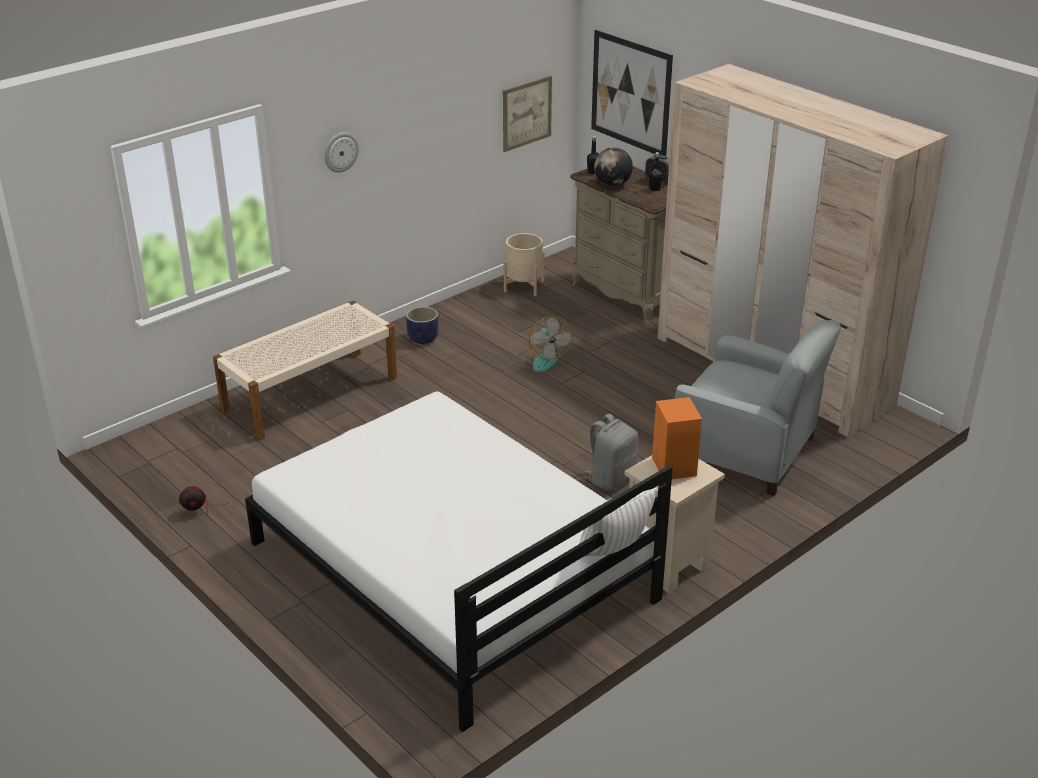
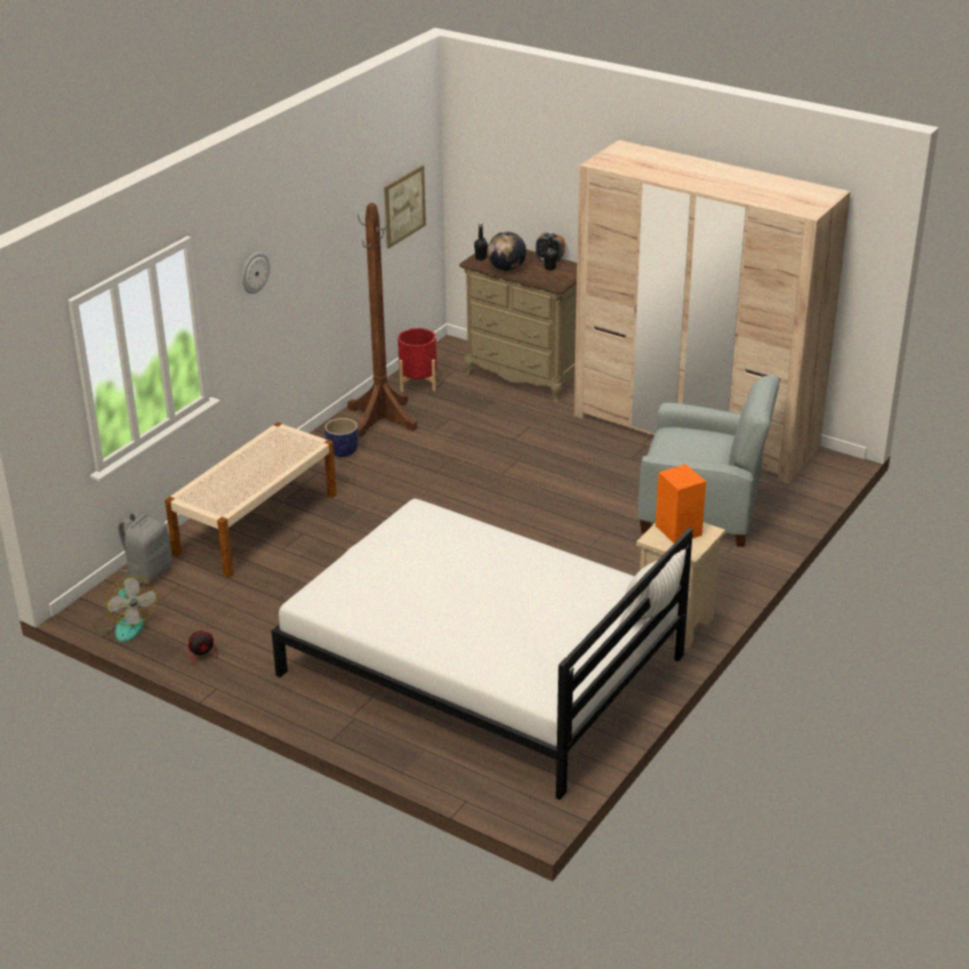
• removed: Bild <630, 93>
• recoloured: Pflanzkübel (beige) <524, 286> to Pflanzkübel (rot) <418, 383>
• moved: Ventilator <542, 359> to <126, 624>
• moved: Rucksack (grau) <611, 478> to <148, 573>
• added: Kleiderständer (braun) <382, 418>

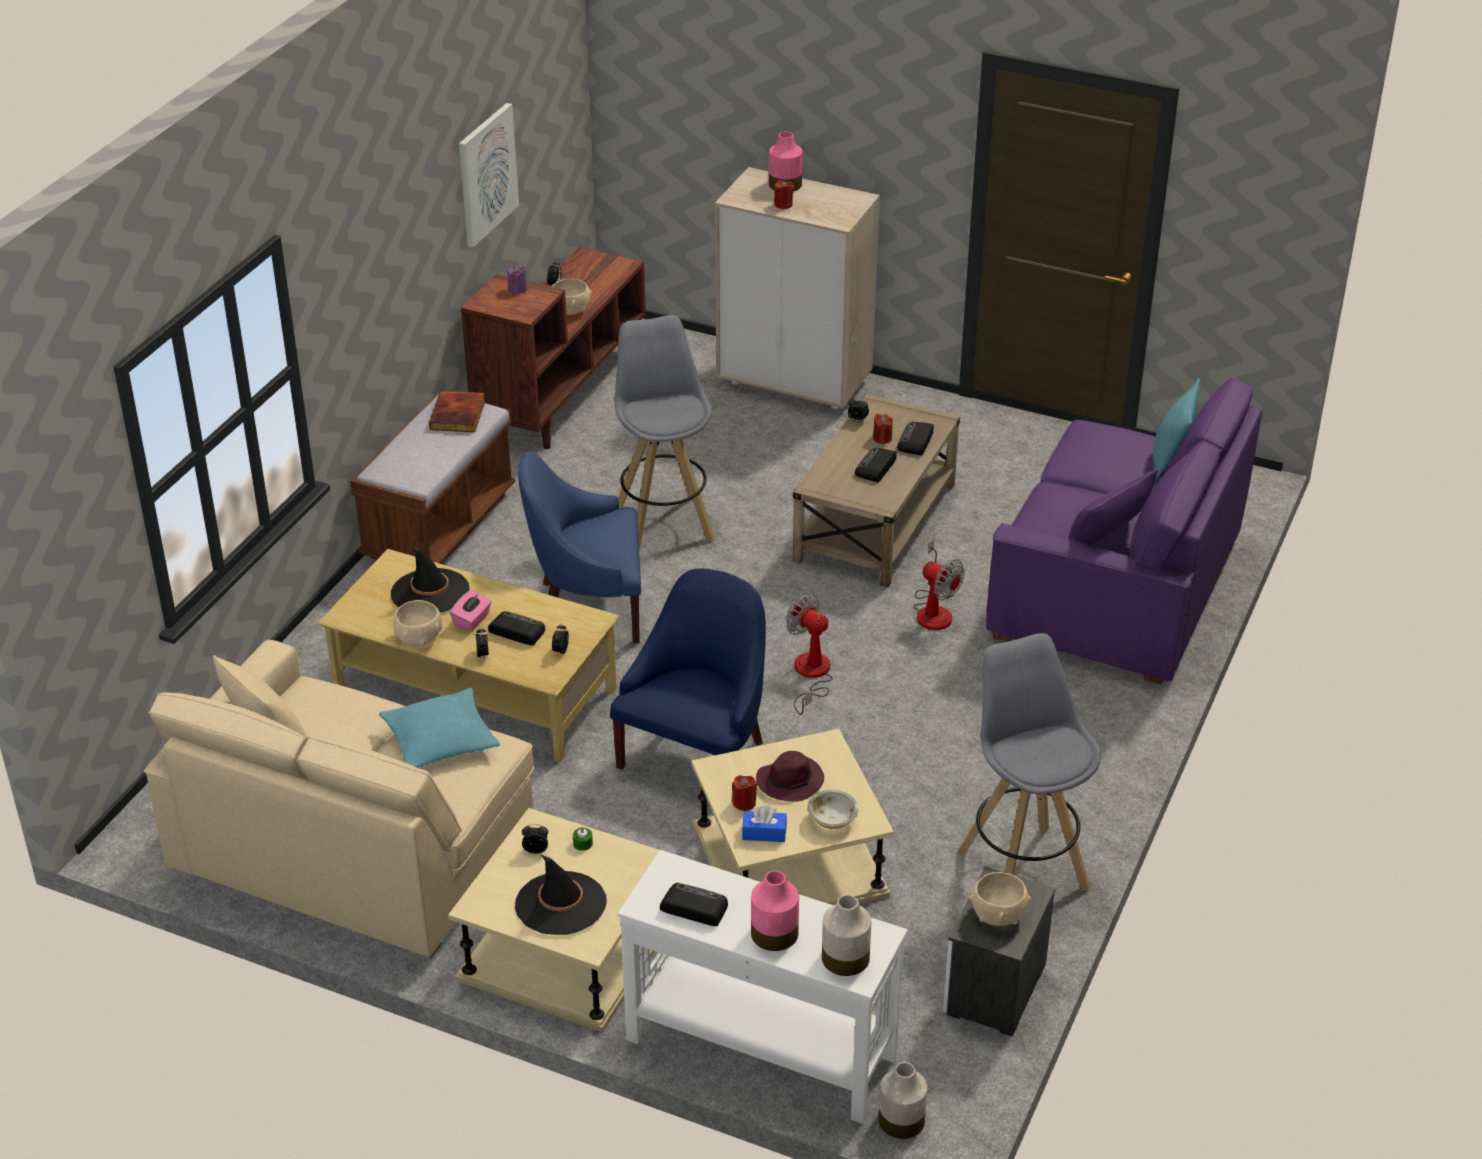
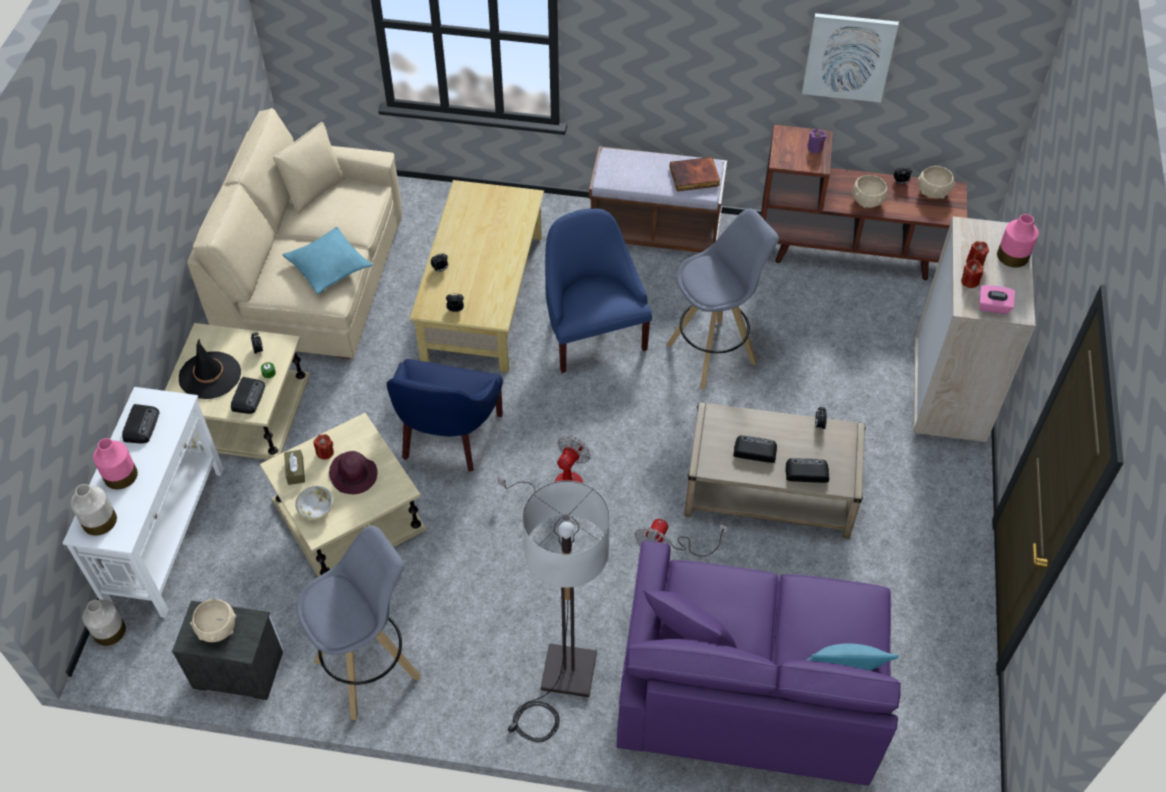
• moved: Kerze (rot) <882, 438> to <969, 281>
• removed: Hut (schwarz) <430, 592>
• turned: Sessel (blau) <698, 755> = <447, 436> 90 degrees clockwise
• moved: Taschentuchbox (rosa) <472, 620> to <993, 307>
• moved: Schüssel (beige) <419, 637> to <933, 192>
• moved: Radio <516, 631> to <248, 397>
• recoloured: Taschentuchbox (blau) <764, 833> to Taschentuchbox (braun) <295, 471>
• added: Stehlampe <559, 686>

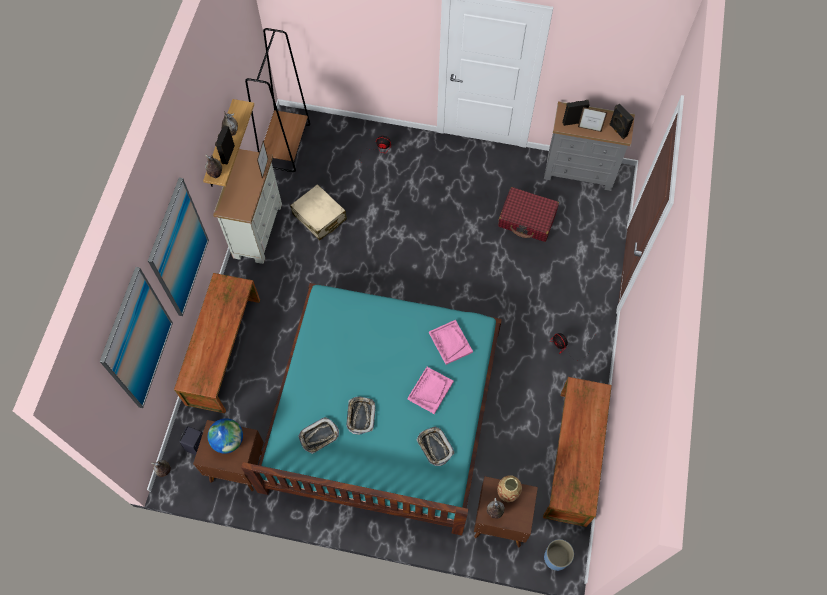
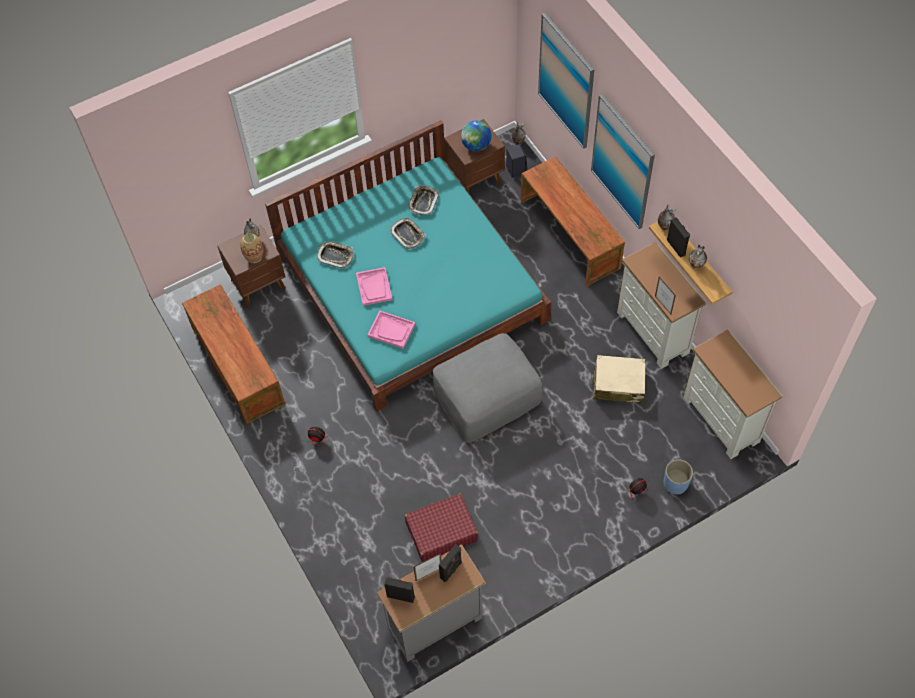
• replaced: Kleiderständer <286, 146> to Kommode (weiß) <720, 420>
• moved: Pflanzkübel (blau) <556, 558> to <675, 483>
• added: Polsterhocker (grau) <487, 396>

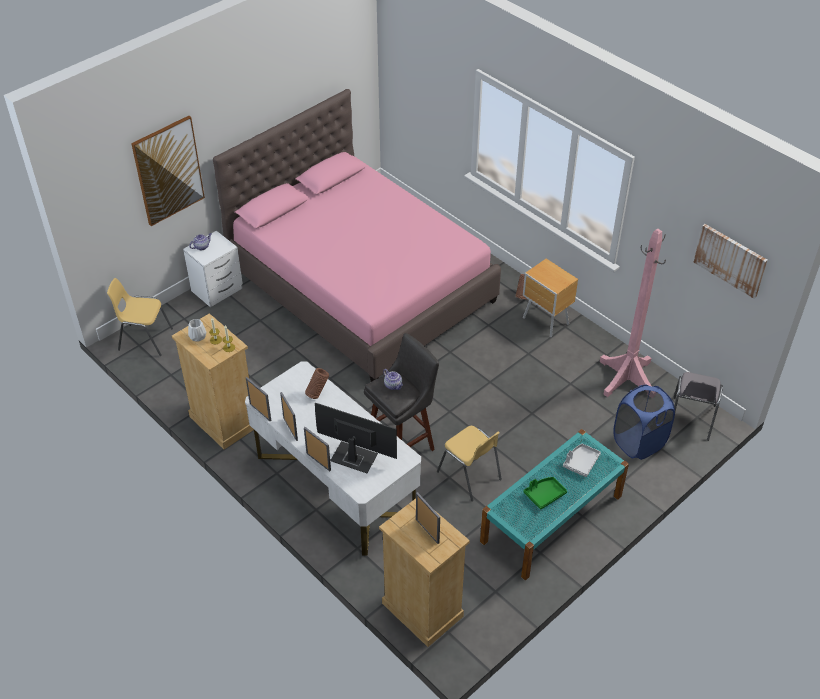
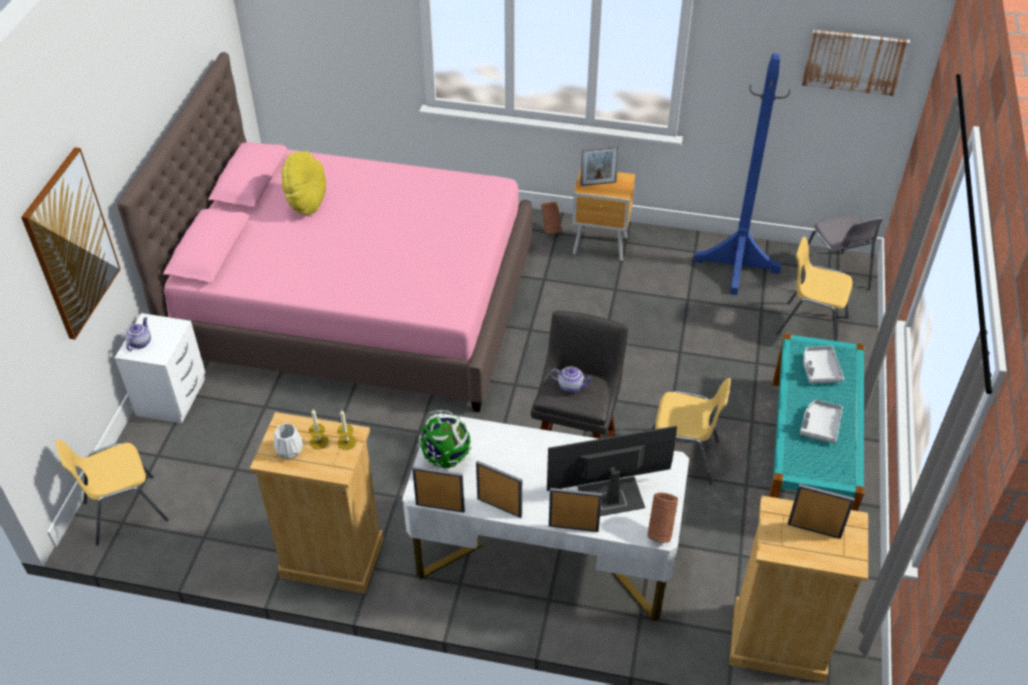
• recoloured: Kleiderständer (rosa) <627, 378> to Kleiderständer (blau) <736, 265>
• moved: Vase (braun) <317, 393> to <660, 531>
• replaced: Wäschekorb (blau) <638, 442> to Stuhl (gelb) <811, 326>
• recoloured: Tablett (grün) <544, 495> to Tablett (grau) <820, 425>
• added: Bilderrahmen <598, 183>
• added: Kissen (gelb) <307, 204>
• added: Globus <445, 457>

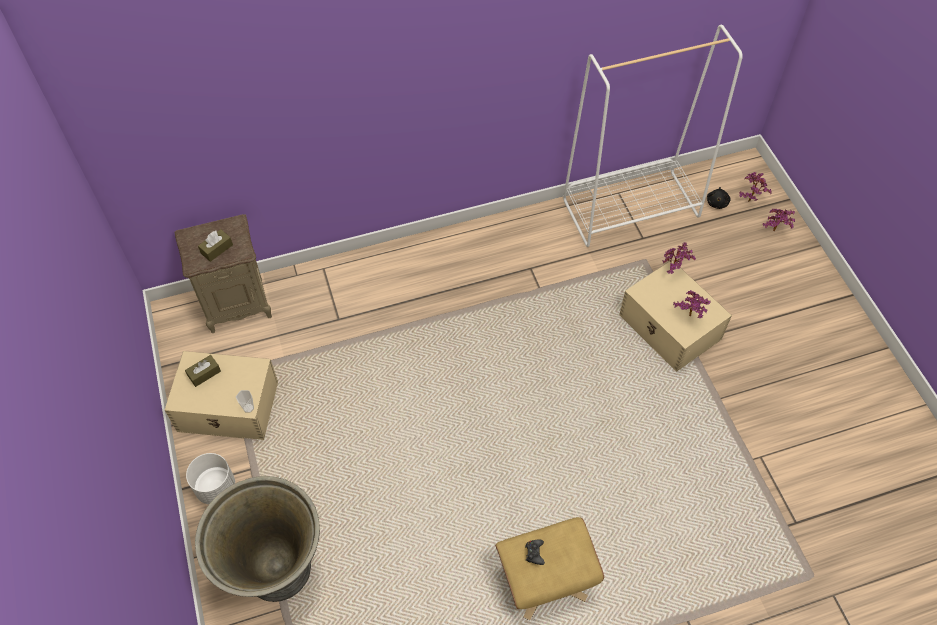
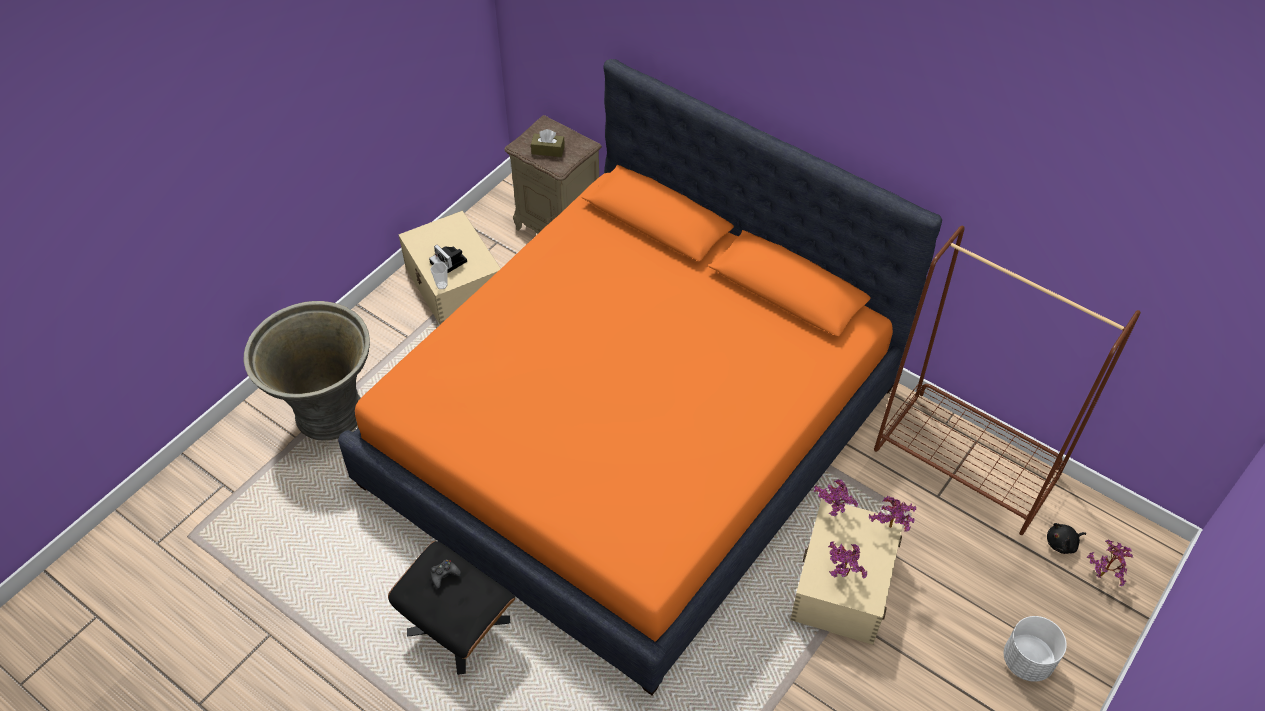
• recoloured: Kleiderständer (weiß) <630, 209> to Kleiderständer (braun) <966, 463>
• moved: Topfpflanze <774, 232> to <833, 514>
• removed: Taschentuchbox (braun) <204, 374>
• moved: Pflanzkübel (weiß) <216, 487> to <1027, 660>
• recoloured: Polsterhocker (beige) <545, 578> to Polsterhocker (schwarz) <459, 626>
• added: Bett (orange) <633, 434>
• added: Kamera <449, 262>

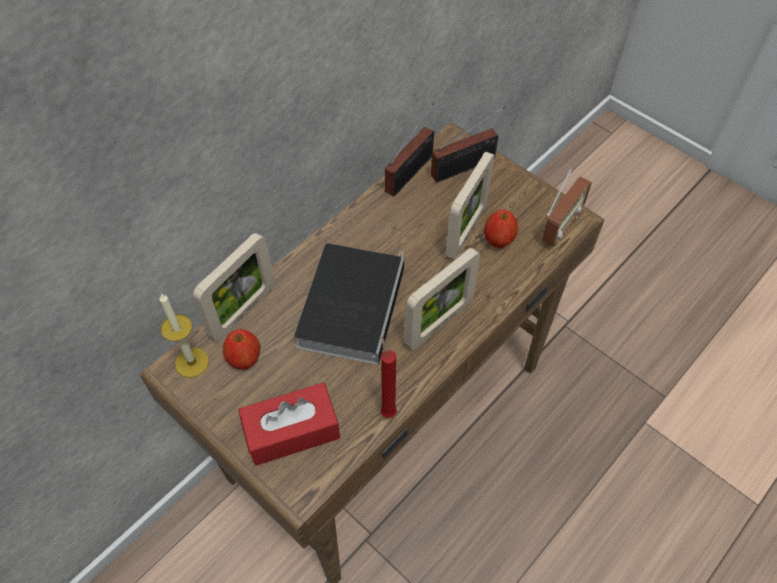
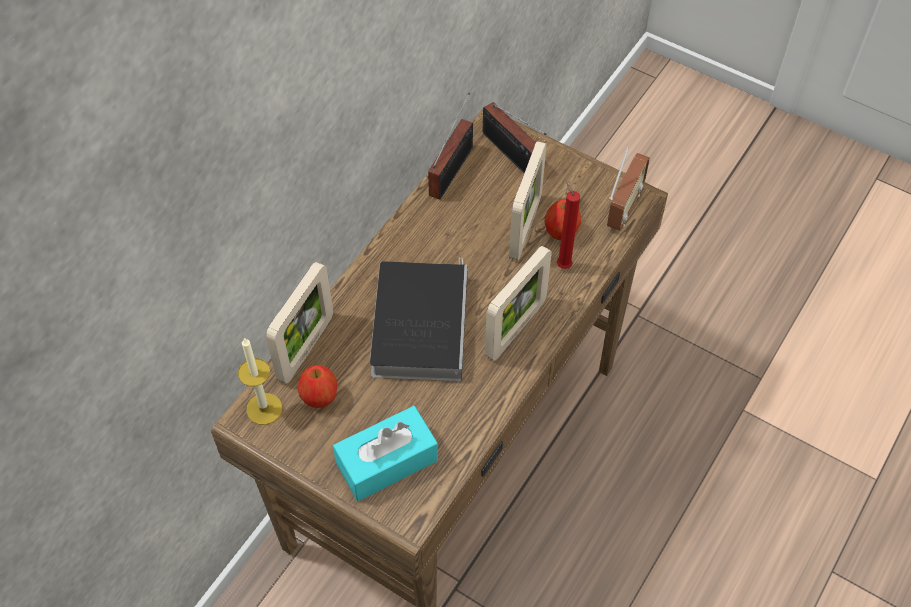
• turned: Radio <466, 166> = <512, 155> 90 degrees clockwise
• moved: Kerze (rot) <387, 411> to <562, 264>
• recoloured: Taschentuchbox (rot) <292, 431> to Taschentuchbox (türkis) <387, 462>

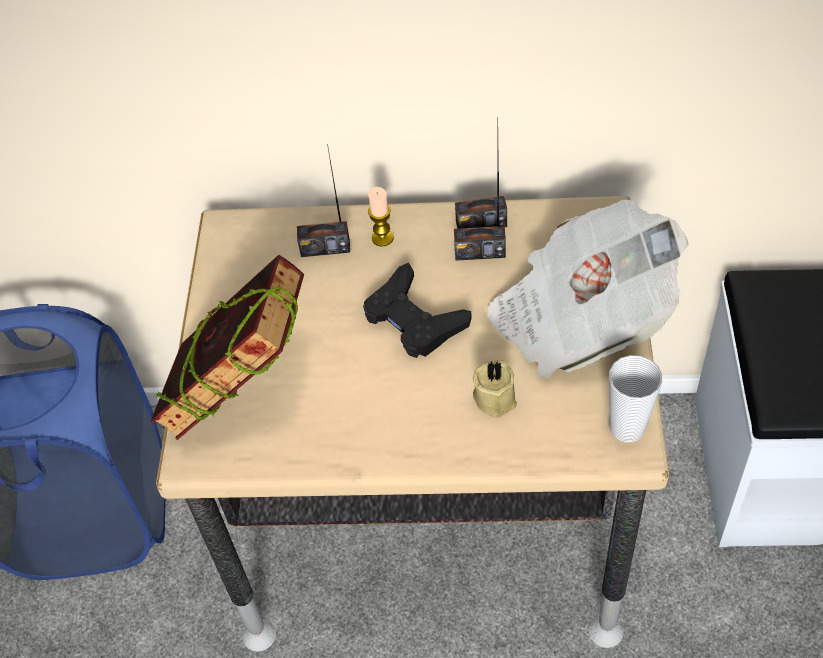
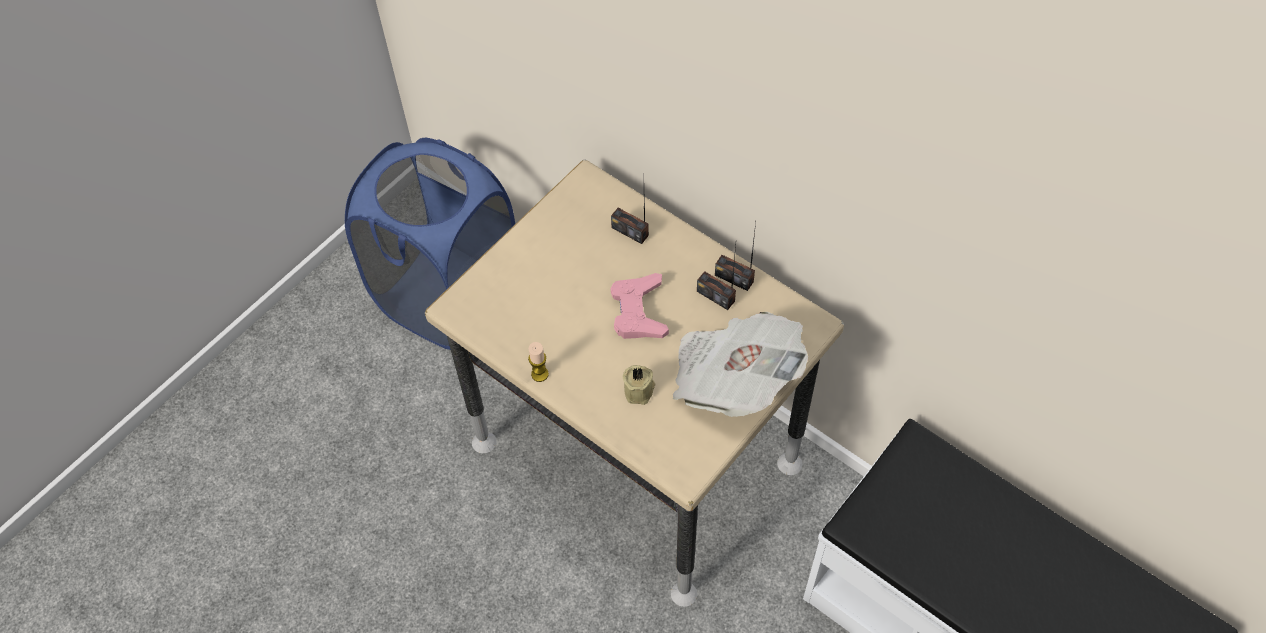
• moved: Kerze <382, 238> to <540, 374>
• removed: Buch <243, 394>
• recoloured: Gamepad (schwarz) <414, 319> to Gamepad (rosa) <638, 311>
• removed: Tasse <627, 428>

